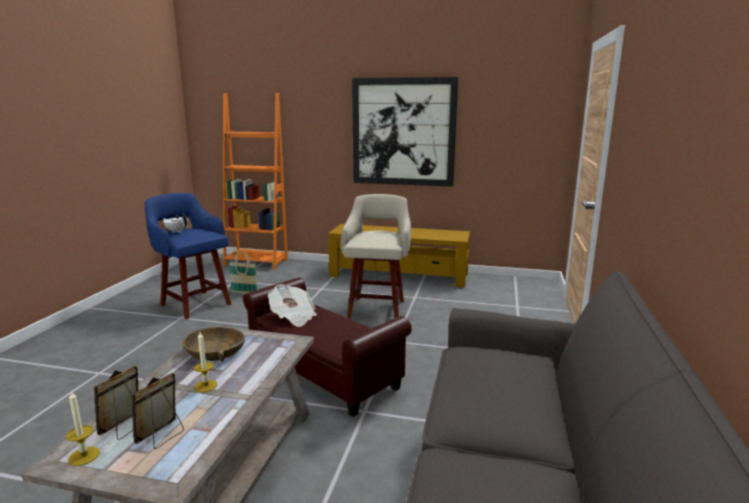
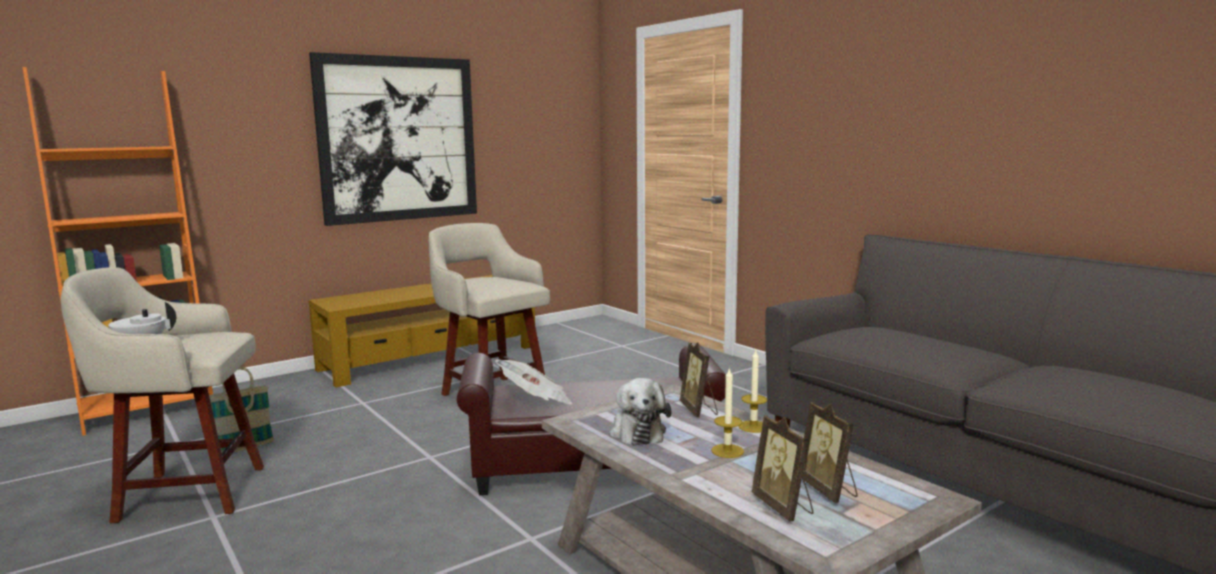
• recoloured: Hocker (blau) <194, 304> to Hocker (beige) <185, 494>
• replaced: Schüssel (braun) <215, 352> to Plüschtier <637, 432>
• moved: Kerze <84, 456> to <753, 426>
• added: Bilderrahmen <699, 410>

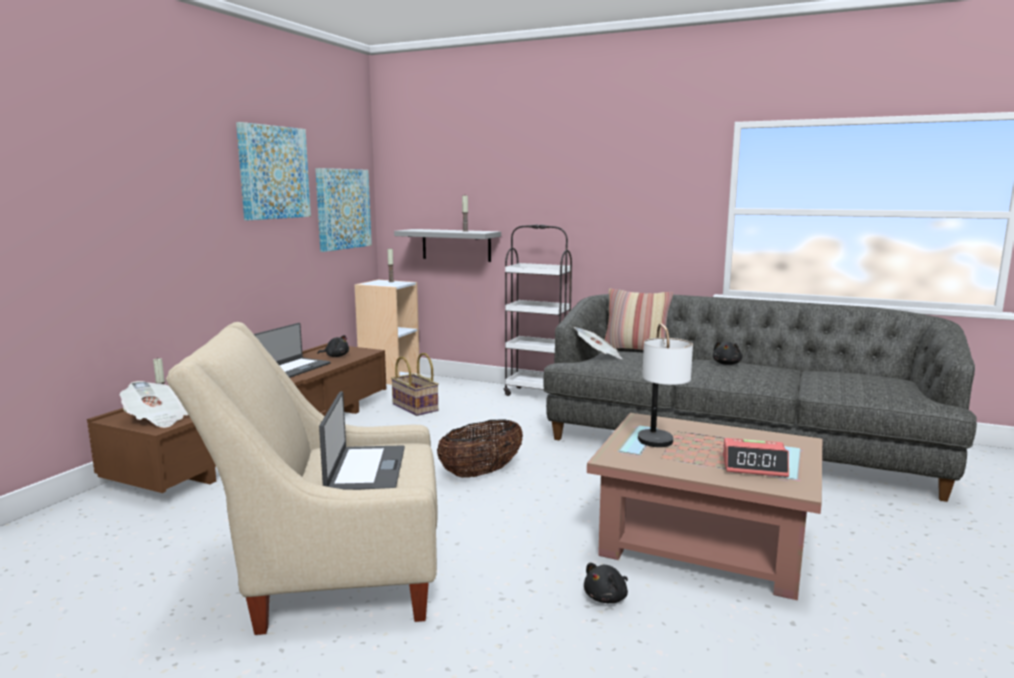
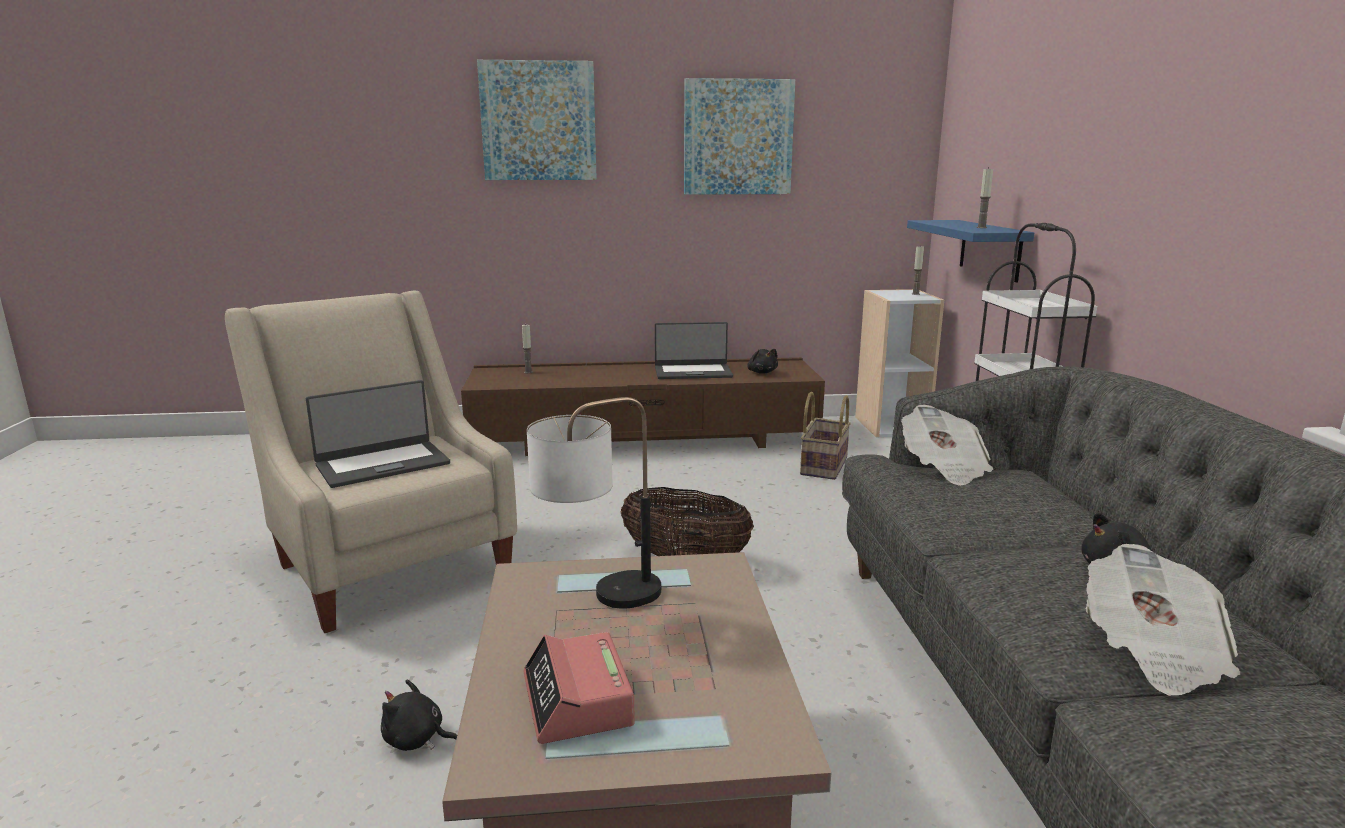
• moved: Bild <343, 209> to <538, 121>
• recoloured: Wandregal (grau) <456, 245> to Wandregal (blau) <990, 249>
• removed: Kissen <636, 350>
• moved: Zeitung <157, 419> to <1153, 652>

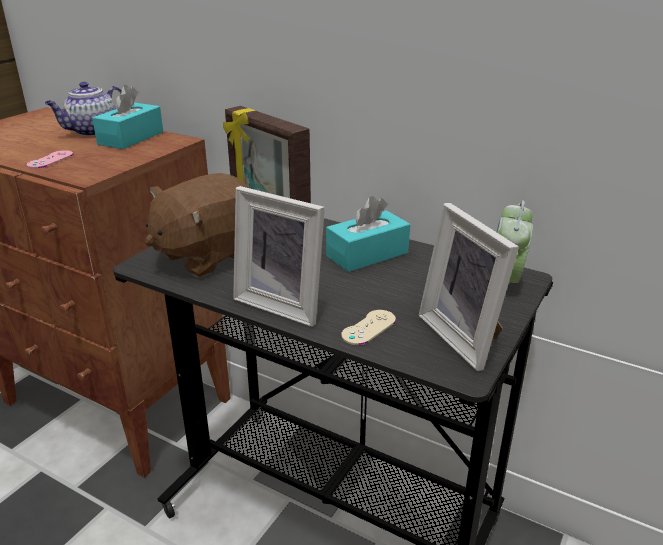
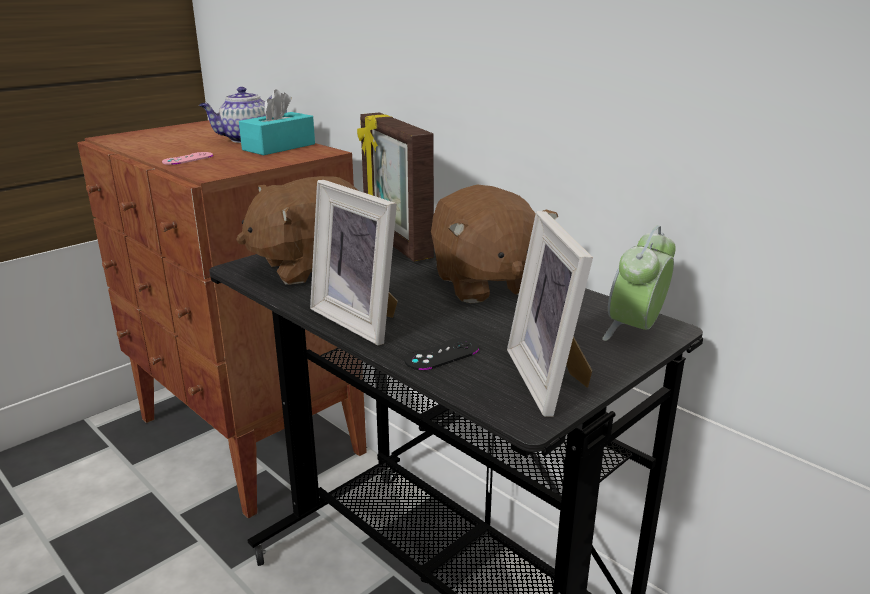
• replaced: Taschentuchbox (türkis) <367, 254> to Plüschtier (braun) <486, 284>
• recoloured: Gamepad (beige) <368, 327> to Gamepad (schwarz) <442, 354>

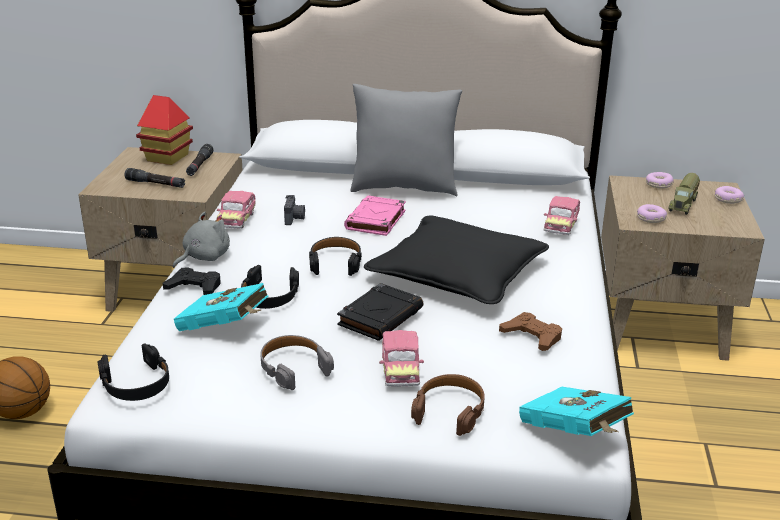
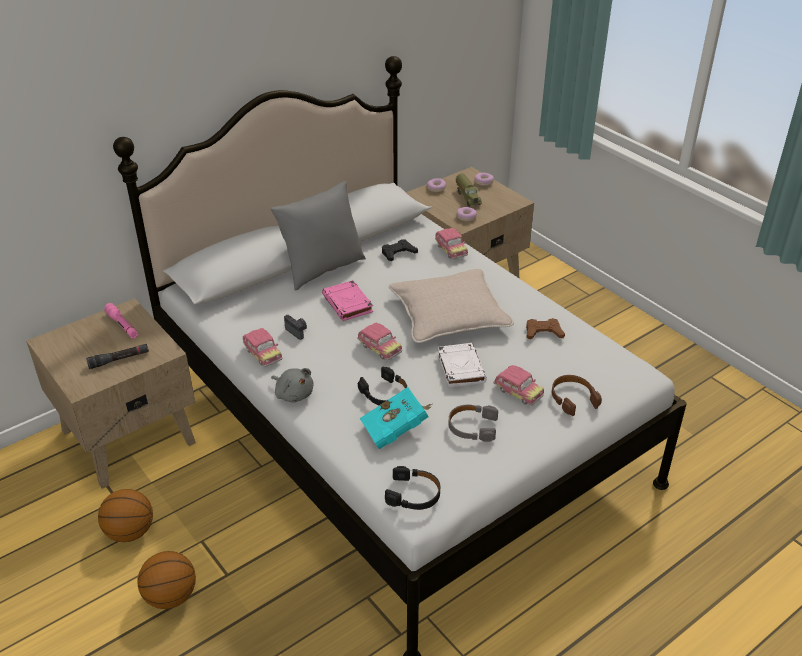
• removed: Spielzeughaus <167, 157>
• recoloured: Taschenlampe (schwarz) <199, 165> to Taschenlampe (rosa) <122, 325>
• turned: Plüschtier (grau) <204, 257> = <293, 394> 135 degrees clockwise
• recoloured: Kissen (schwarz) <457, 271> to Kissen (beige) <449, 314>
• replaced: Kopfhörer (schwarz) <335, 262> to Spielzeugauto <379, 348>
• moved: Gamepad (schwarz) <194, 287> to <398, 253>
• recoloured: Buch (schwarz) <380, 316> to Buch (weiß) <460, 368>
• removed: Buch (türkis) <575, 435>
• added: Basketball <130, 532>

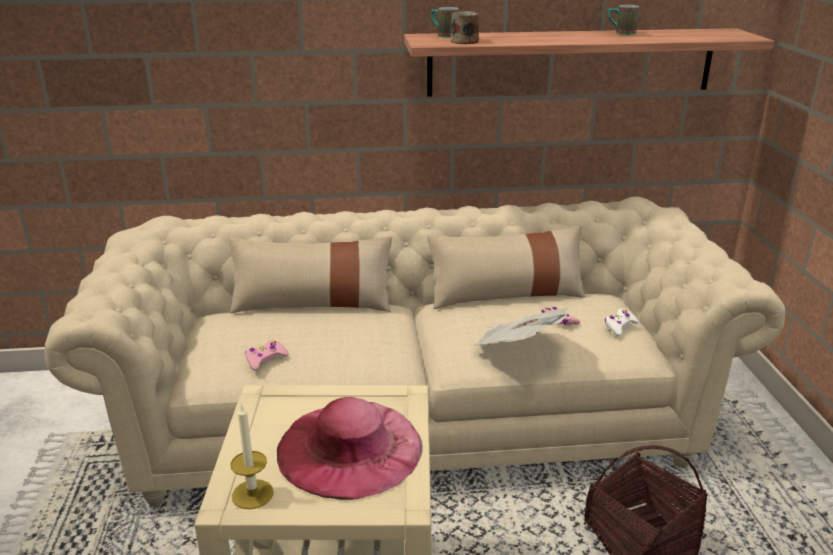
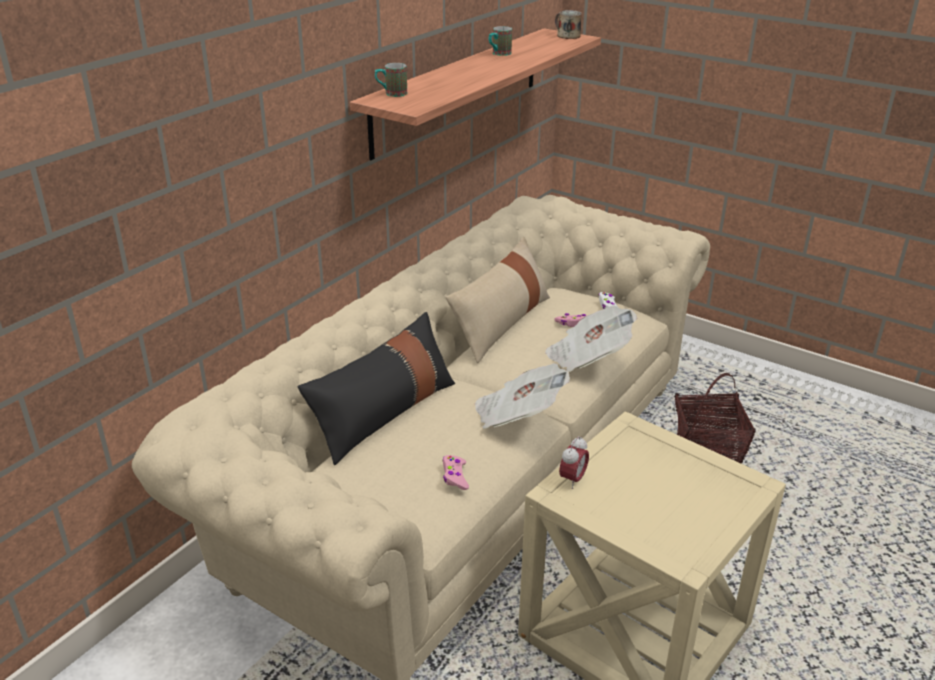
• moved: Henkelbecher <464, 41> to <567, 36>
• recoloured: Kissen (beige) <313, 303> to Kissen (schwarz) <384, 414>
• removed: Hut (rosa) <350, 448>
• removed: Kerze <252, 494>
• added: Zeitung <518, 415>
• added: Wecker <572, 479>

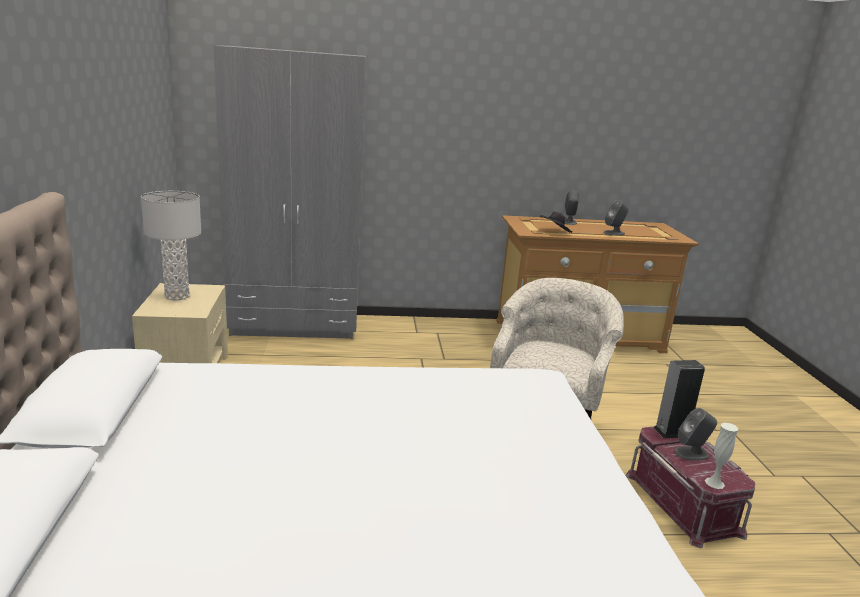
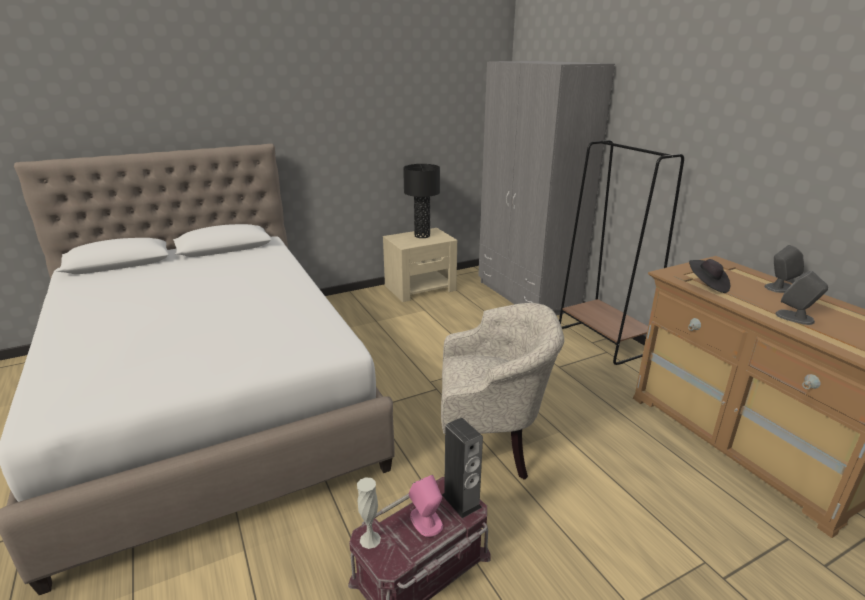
• recoloured: Tischlampe (weiß) <176, 296> to Tischlampe (schwarz) <422, 235>
• recoloured: Lautsprecher (grau) <692, 453> to Lautsprecher (rosa) <426, 521>
• added: Kleiderständer <603, 341>

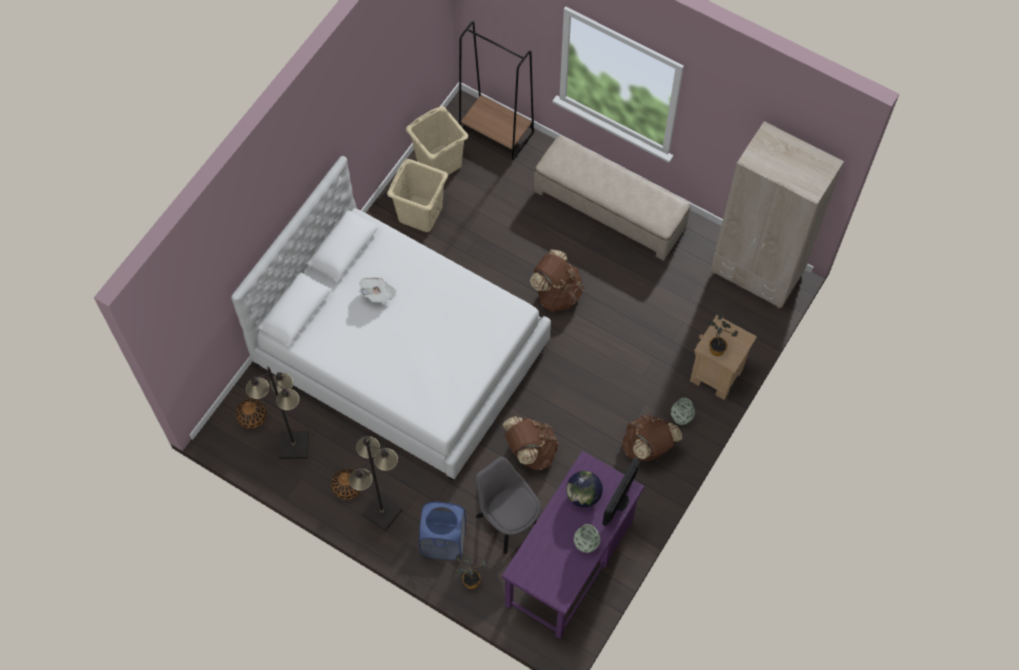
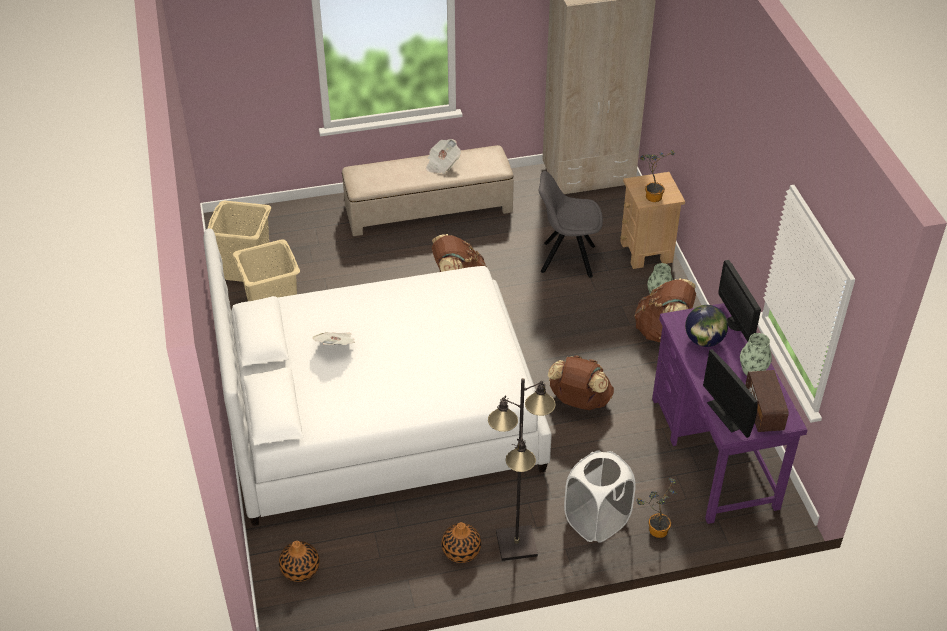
• removed: Kleiderständer <496, 132>
• removed: Stehlampe (schwarz) <293, 445>
• moved: Stuhl (grau) <508, 521> to <567, 259>
• recoloured: Wäschekorb (blau) <443, 541> to Wäschekorb (weiß) <596, 521>
• added: Zeitung <442, 164>
• added: Monitor <727, 414>
• added: Radio <763, 412>

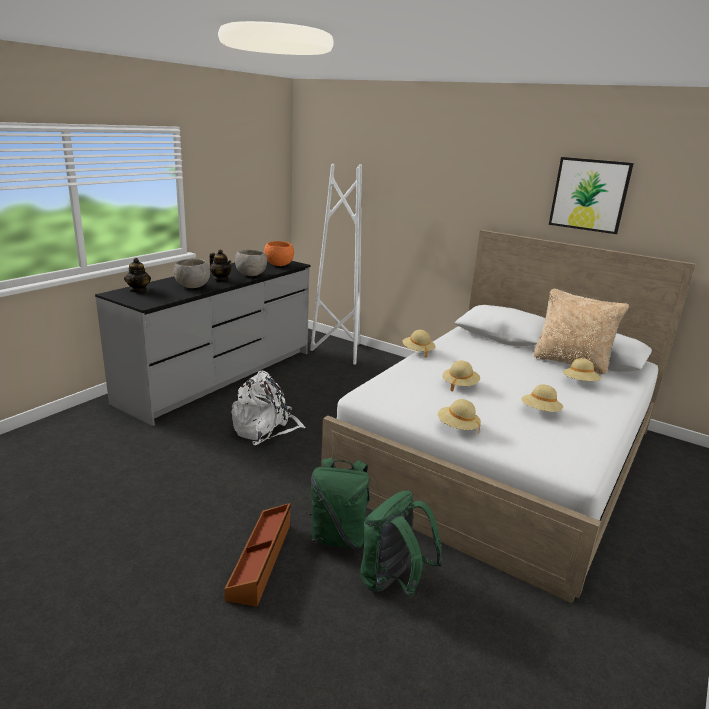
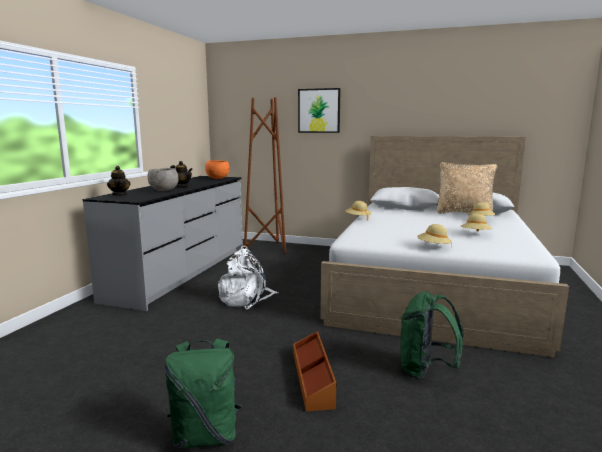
• moved: Bild <589, 195> to <319, 110>
• recoloured: Kleiderständer (weiß) <341, 353> to Kleiderständer (braun) <269, 248>
• removed: Schüssel (grau) <251, 275>
• removed: Hut (beige) <459, 385>
• moved: Rucksack (grün) <339, 537> to <206, 435>

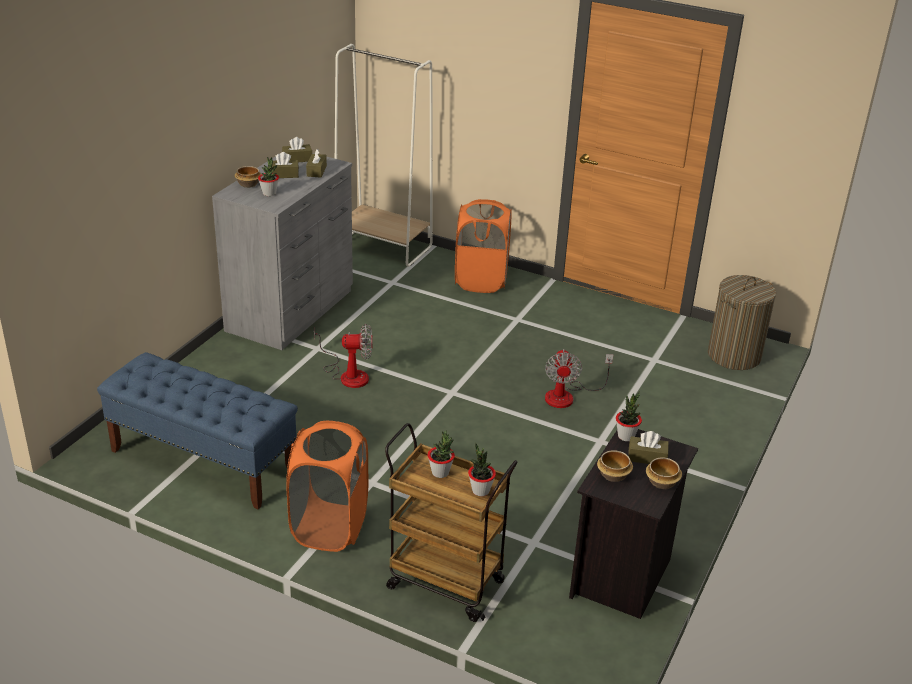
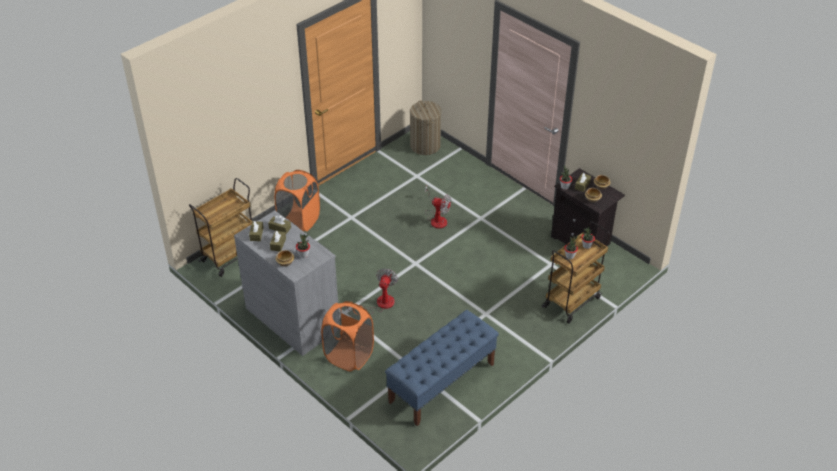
• replaced: Kleiderständer <383, 247> to Rollwagen (braun) <230, 257>
• moved: Wäschekorb (orange) <329, 527> to <349, 356>

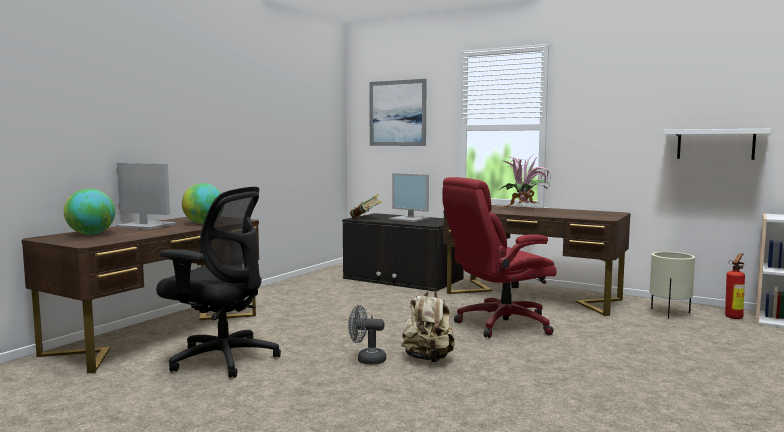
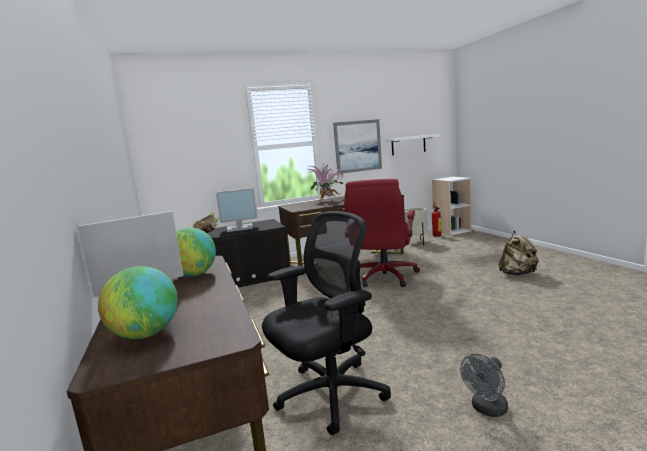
• moved: Bild <397, 113> to <358, 146>
• moved: Rucksack (beige) <428, 359> to <517, 274>
• moved: Ventilator (grau) <366, 360> to <487, 409>

